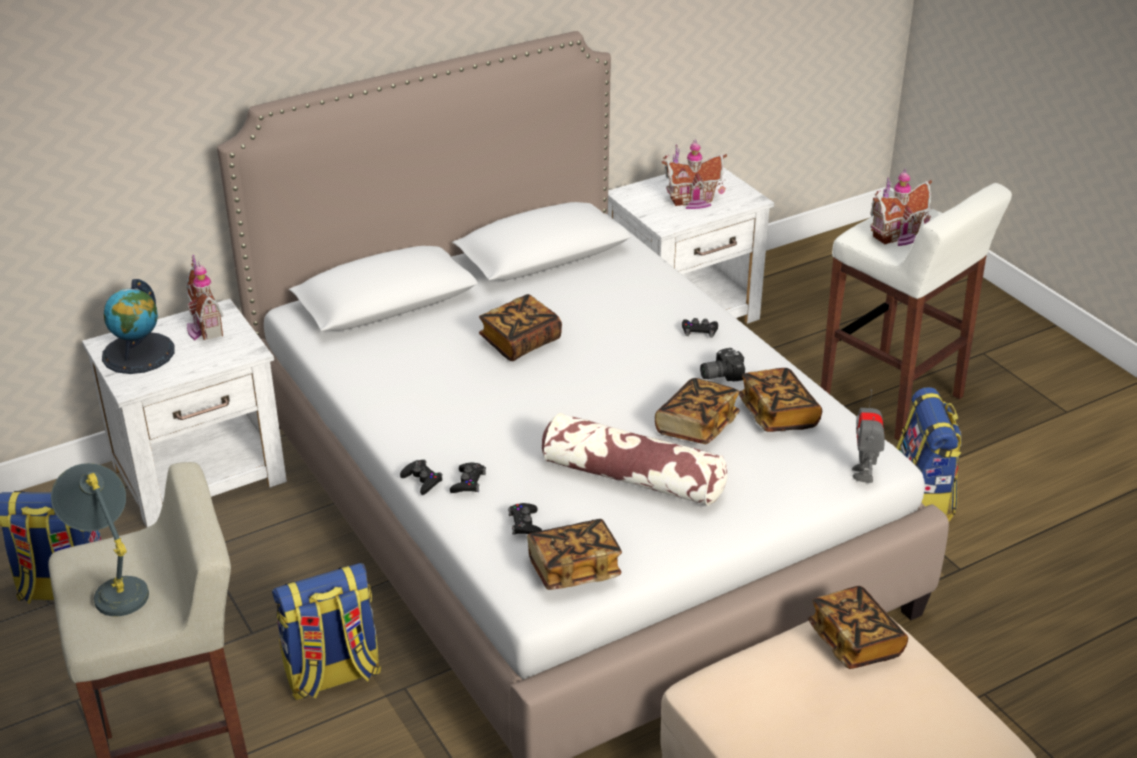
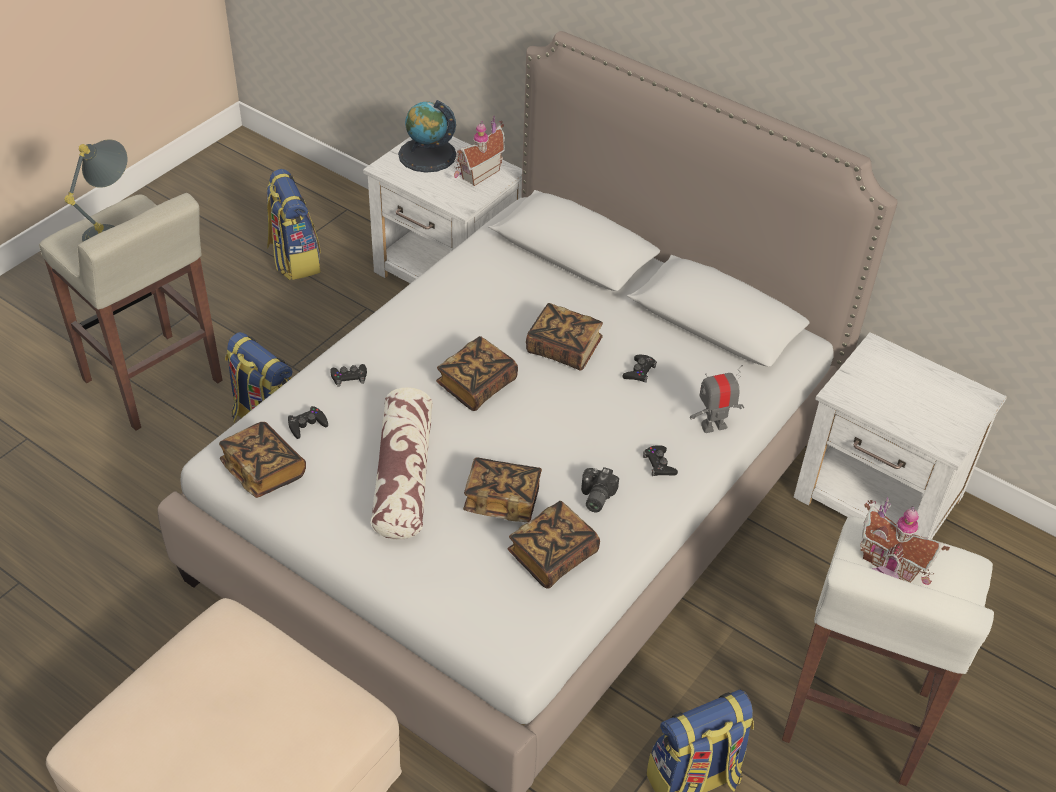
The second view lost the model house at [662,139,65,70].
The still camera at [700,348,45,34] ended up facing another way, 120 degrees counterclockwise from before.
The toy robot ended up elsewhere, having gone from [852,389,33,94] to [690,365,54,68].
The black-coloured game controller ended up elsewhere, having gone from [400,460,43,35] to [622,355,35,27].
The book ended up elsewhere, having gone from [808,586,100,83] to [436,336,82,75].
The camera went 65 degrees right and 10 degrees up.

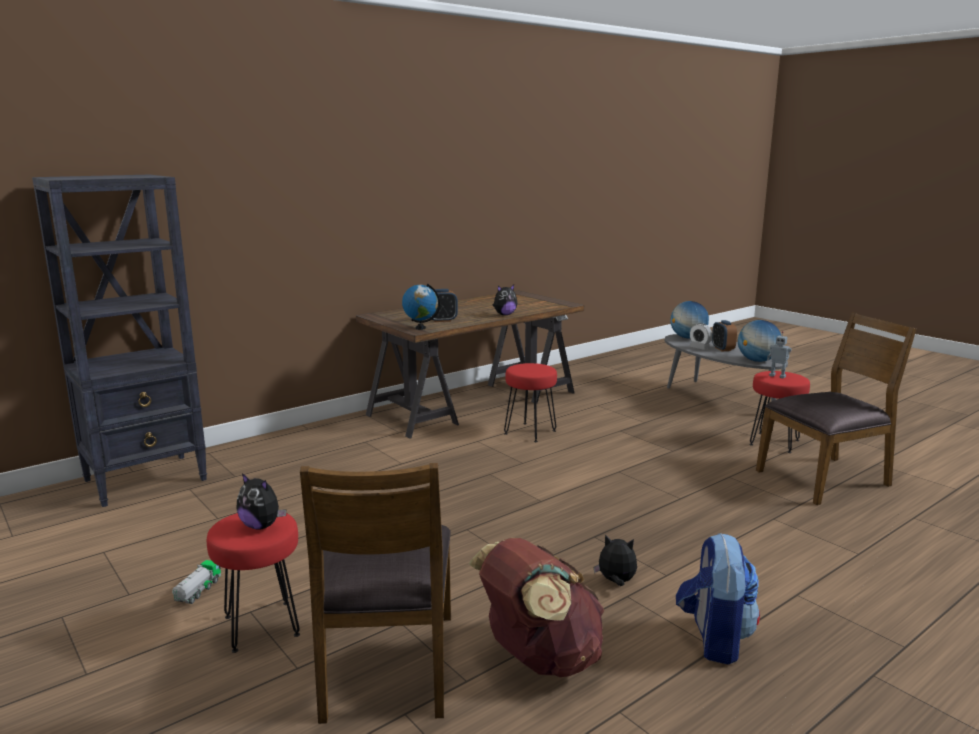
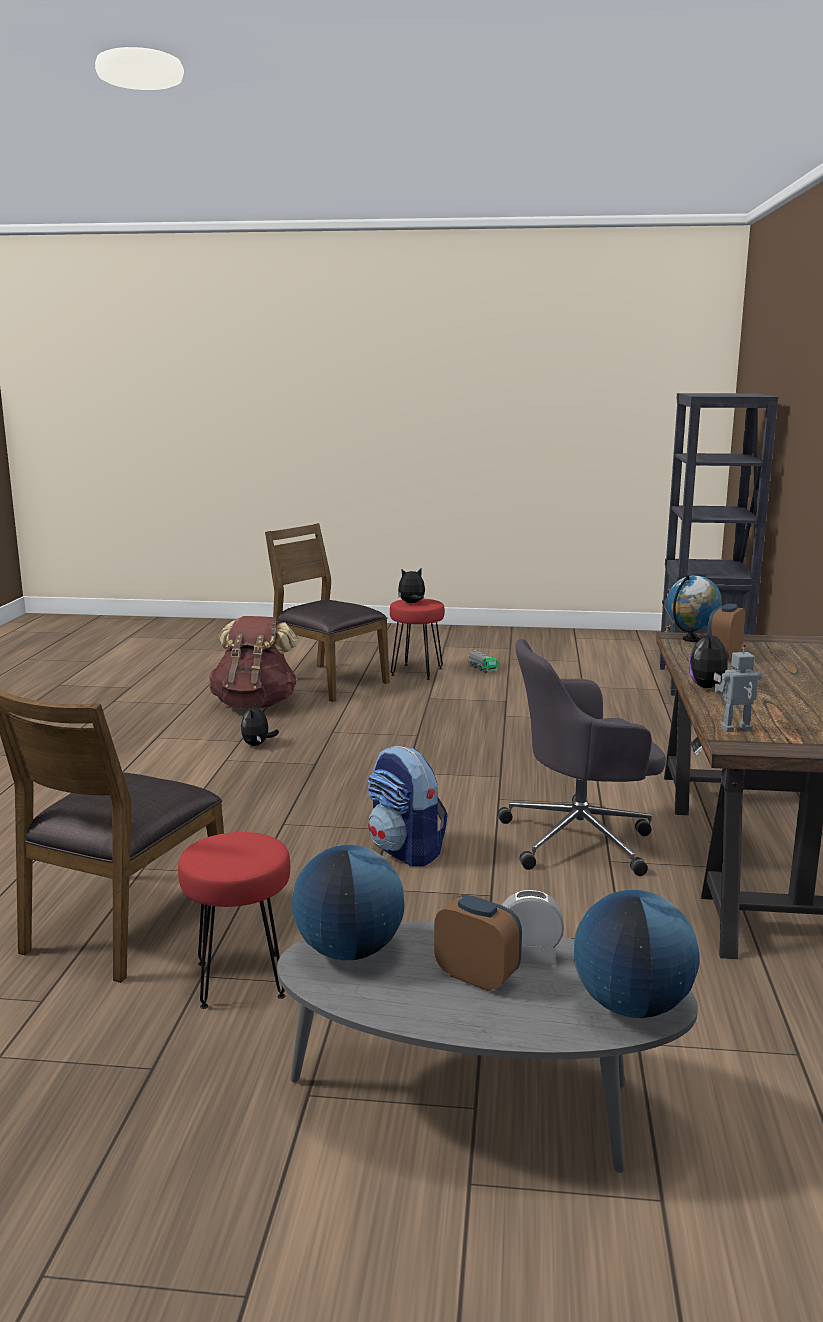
The toy robot ended up elsewhere, having gone from [767,331,25,48] to [714,643,47,89].
Where the red stool seat stood at [504,363,53,79], the greyish computer chair came to stand at [497,639,169,237].
The rucksack ended up elsewhere, having gone from [676,533,84,131] to [367,746,81,121].
The plush toy at [594,535,43,51] ended up facing another way, 120 degrees clockwise from before.
The camera went 135 degrees right and 0 degrees up.

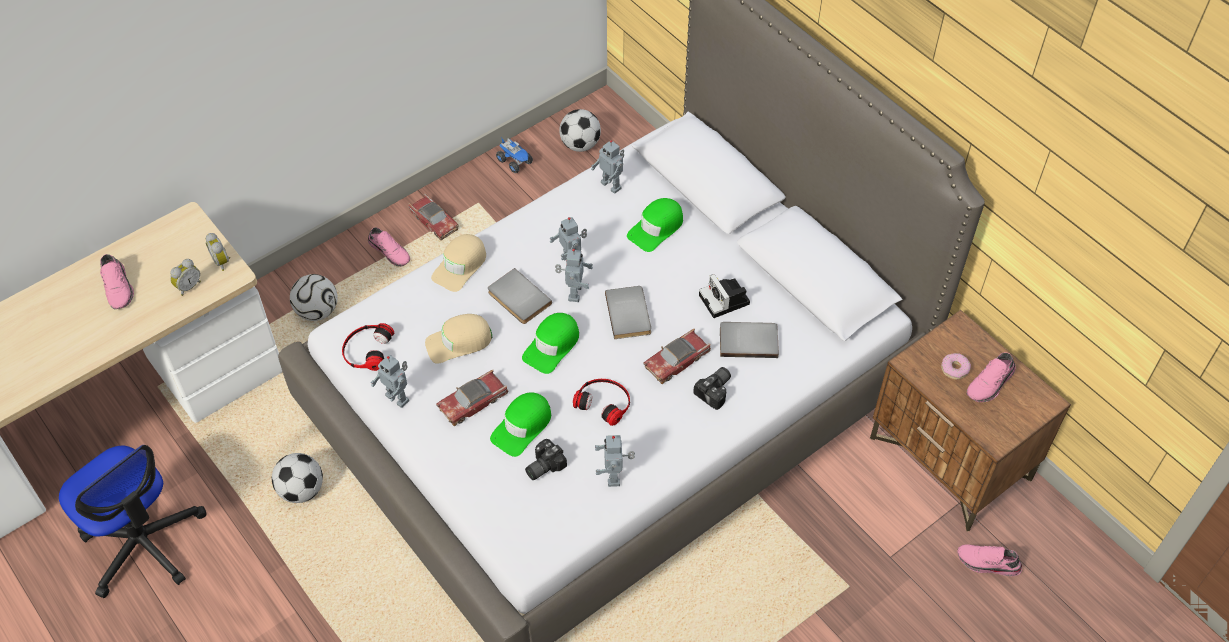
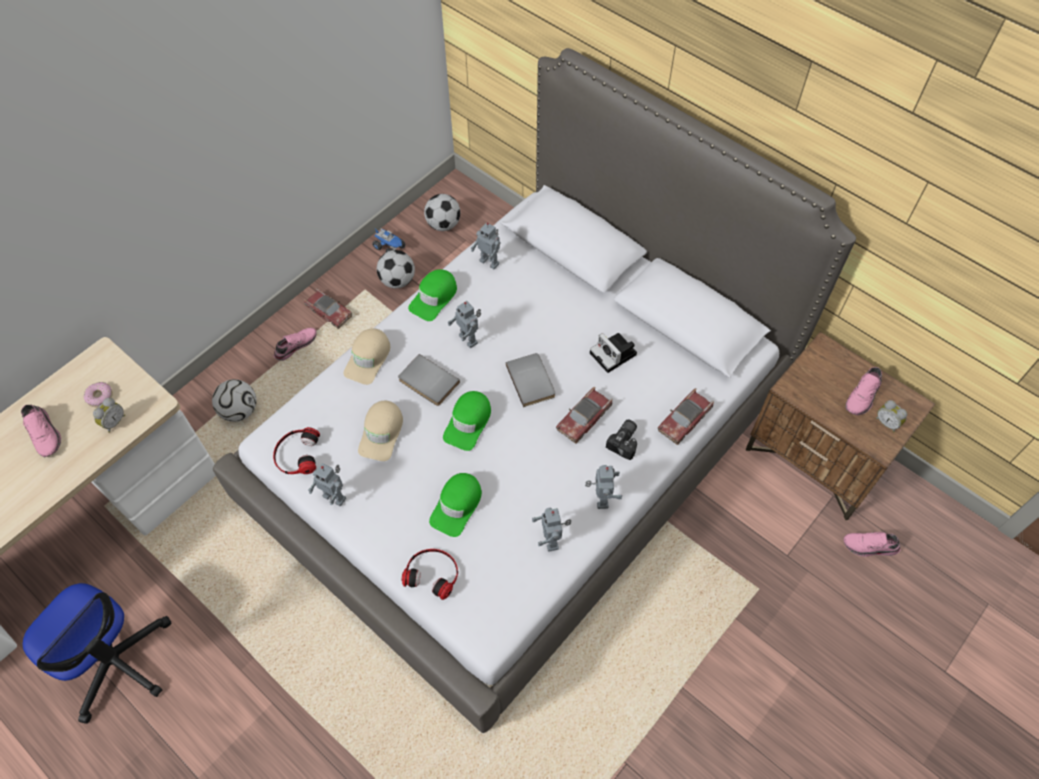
The green-coloured baseball cap ended up elsewhere, having gone from [627,198,56,54] to [408,269,49,52].
The pink-coloured low shoe at [368,227,42,40] ended up facing another way, 75 degrees counterclockwise from before.
The alarm clock ended up elsewhere, having gone from [206,233,24,38] to [876,400,31,32].
The toy robot ended up elsewhere, having gone from [555,249,38,53] to [585,465,37,44].
The beige-coloured baseball cap at [425,314,67,50] ended up facing another way, 45 degrees counterclockwise from before.
The second view lost the greyish book at [720,322,59,36].
The ring doughnut ended up elsewhere, having gone from [941,353,30,27] to [84,382,29,26].
The miniature car ended up elsewhere, having gone from [436,370,73,56] to [658,388,56,57].
The pair of headphones ended up elsewhere, having gone from [573,379,57,47] to [402,549,56,51].
The second view lost the still camera at [525,439,42,41].
The ball for football ended up elsewhere, having gone from [272,453,51,50] to [377,250,38,38].
The camera went 10 degrees left and 5 degrees up.

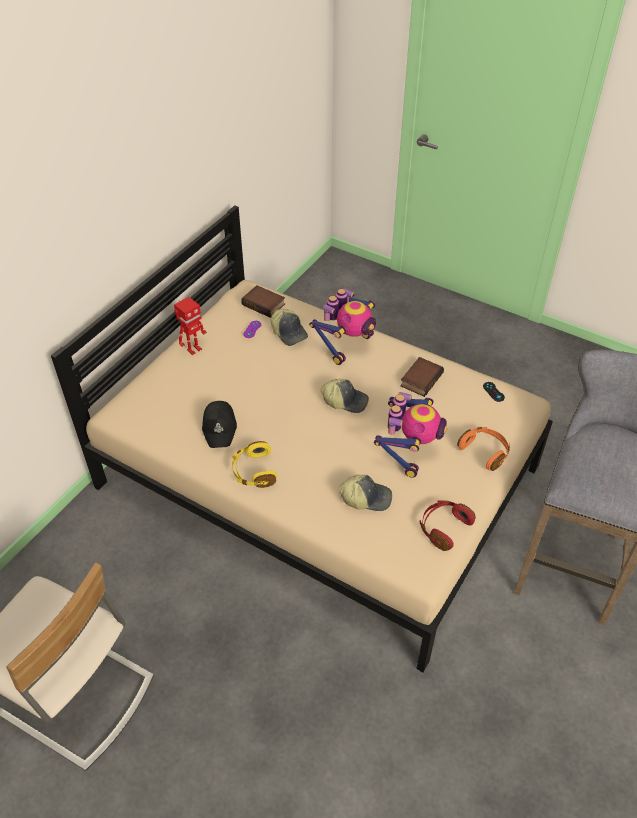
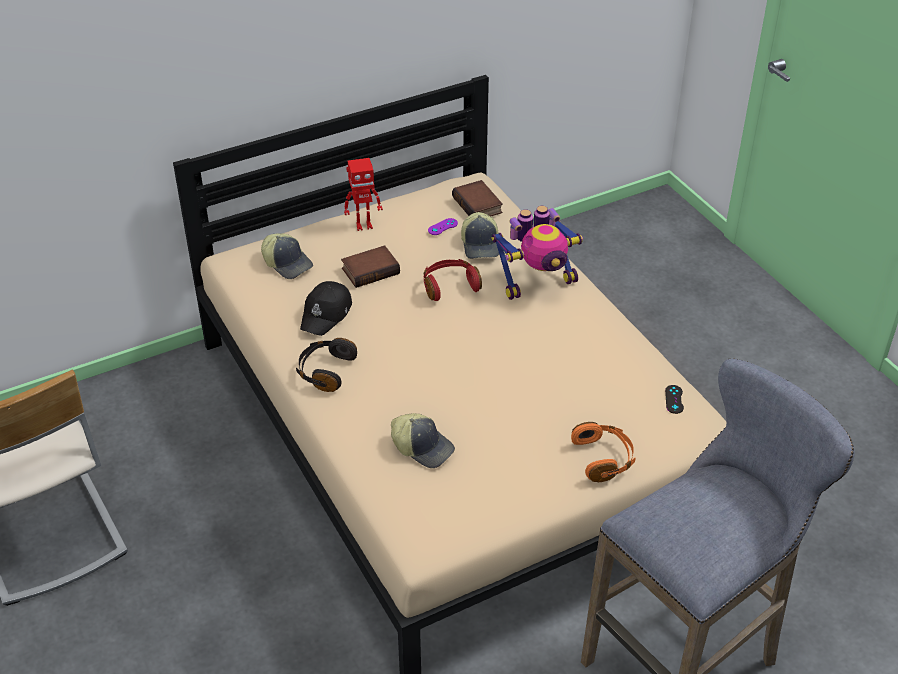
The book ended up elsewhere, having gone from [400,357,44,40] to [341,245,59,43].
The baseball cap ended up elsewhere, having gone from [321,379,48,34] to [261,234,52,45].
The second view lost the toy robot at [374,392,73,86].
What was the yellow pair of headphones at [232,441,45,47] turned into the black-coloured pair of headphones at [296,338,61,54].
The red pair of headphones ended up elsewhere, having gone from [420,500,56,51] to [424,259,58,42].
The camera went 30 degrees right and 5 degrees down.

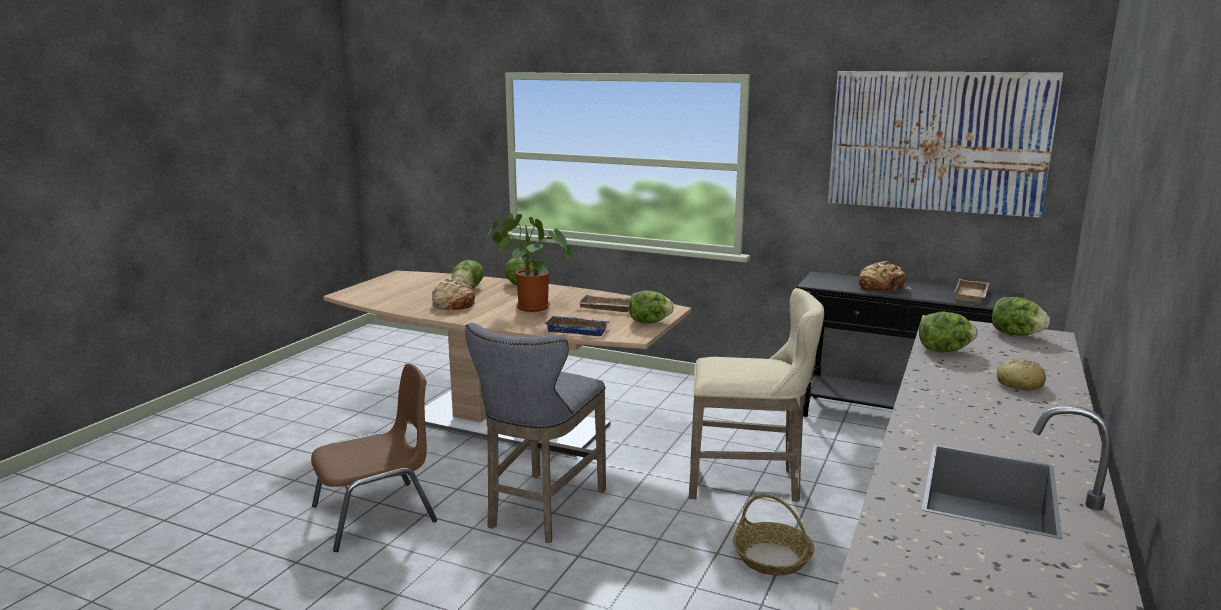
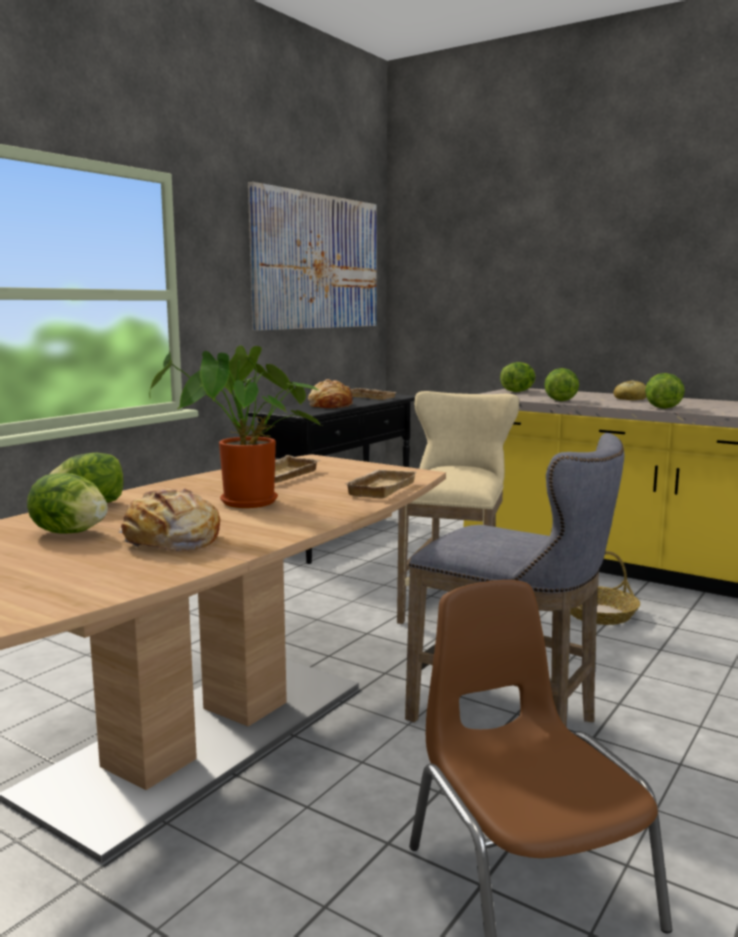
The head of lettuce ended up elsewhere, having gone from [629,290,45,33] to [645,373,40,36].
What was the bluish carrying tray at [544,316,66,20] turned into the beige-coloured carrying tray at [345,470,72,28].
The camera went 80 degrees left and 5 degrees down.

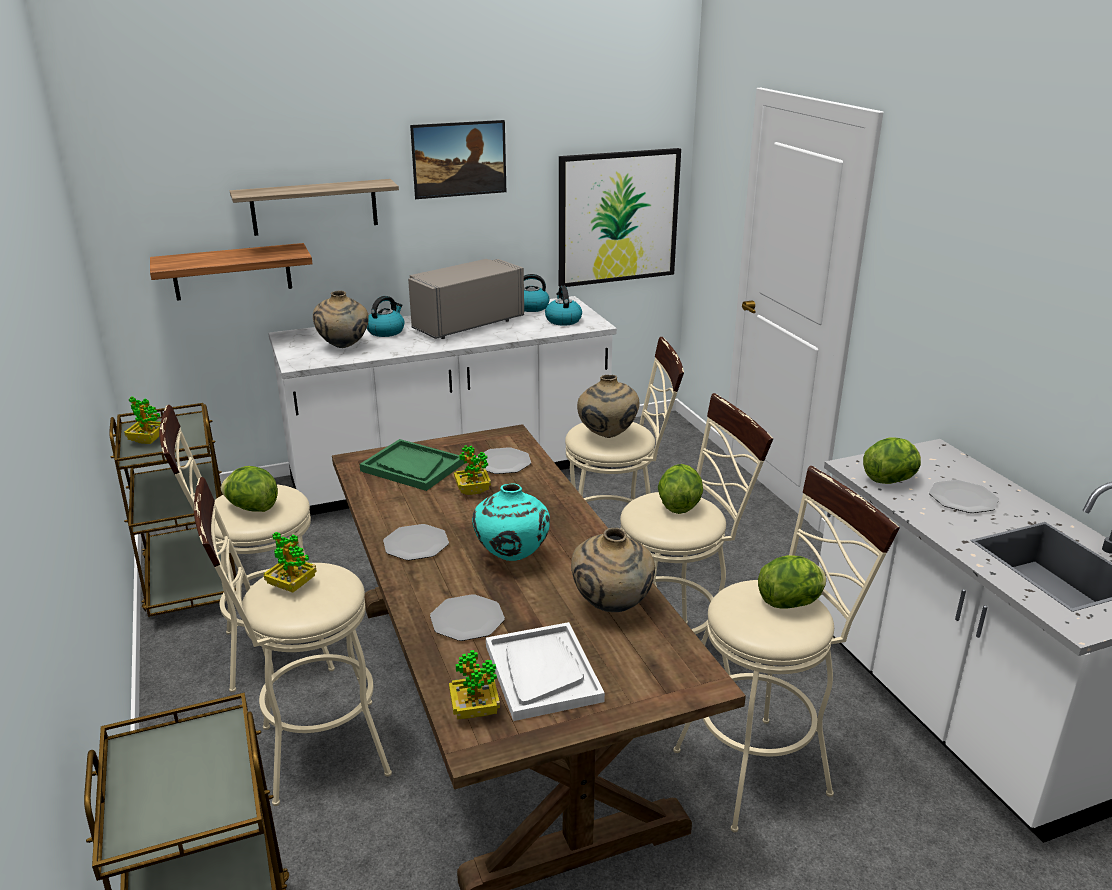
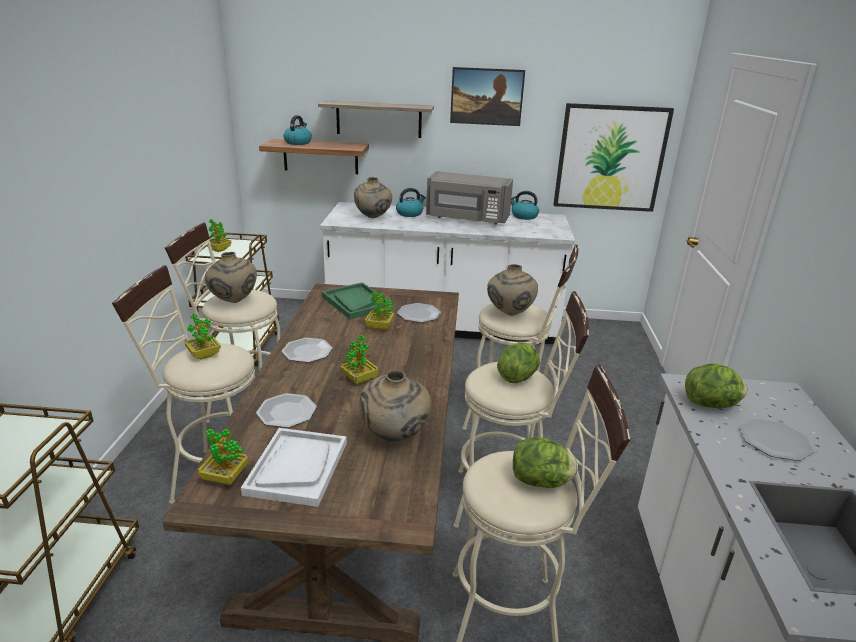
The greyish kitchen microwave at [408,259,116,80] ended up facing another way, 150 degrees counterclockwise from before.
The kettle ended up elsewhere, having gone from [545,286,37,40] to [283,115,29,30].
Where the head of lettuce stood at [221,466,57,46], the beige-coloured flower vase came to stand at [205,252,52,51].
Where the blue-green flower vase stood at [472,483,78,78], the plant in a pot came to stand at [340,335,38,49].
The camera went 25 degrees right and 0 degrees up.

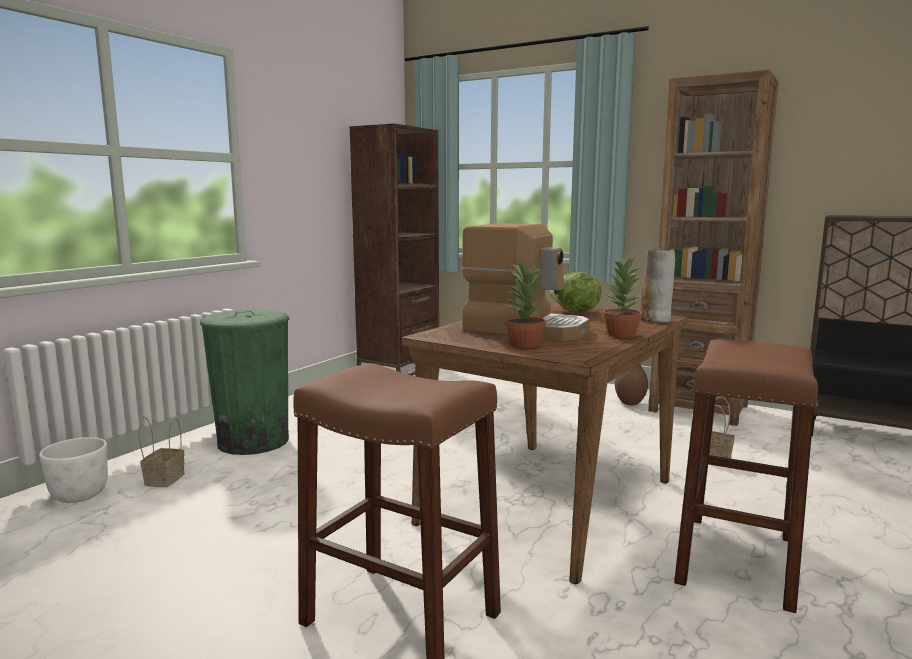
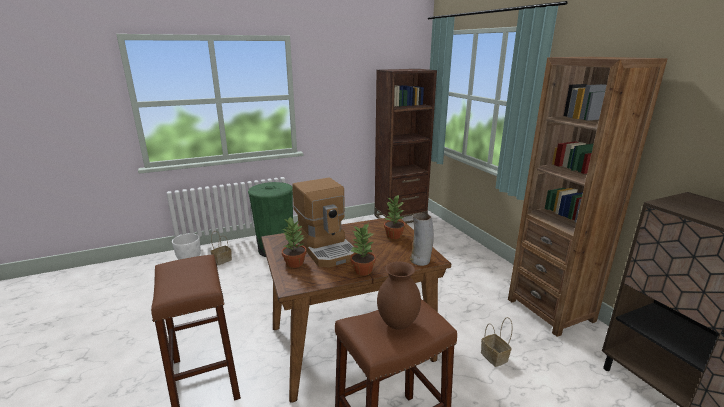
Where the head of lettuce stood at [550,272,51,40], the plant in a pot came to stand at [384,195,21,44].
The brownish flower vase ended up elsewhere, having gone from [615,364,33,41] to [377,261,44,69].
The camera went 35 degrees right and 10 degrees up.

